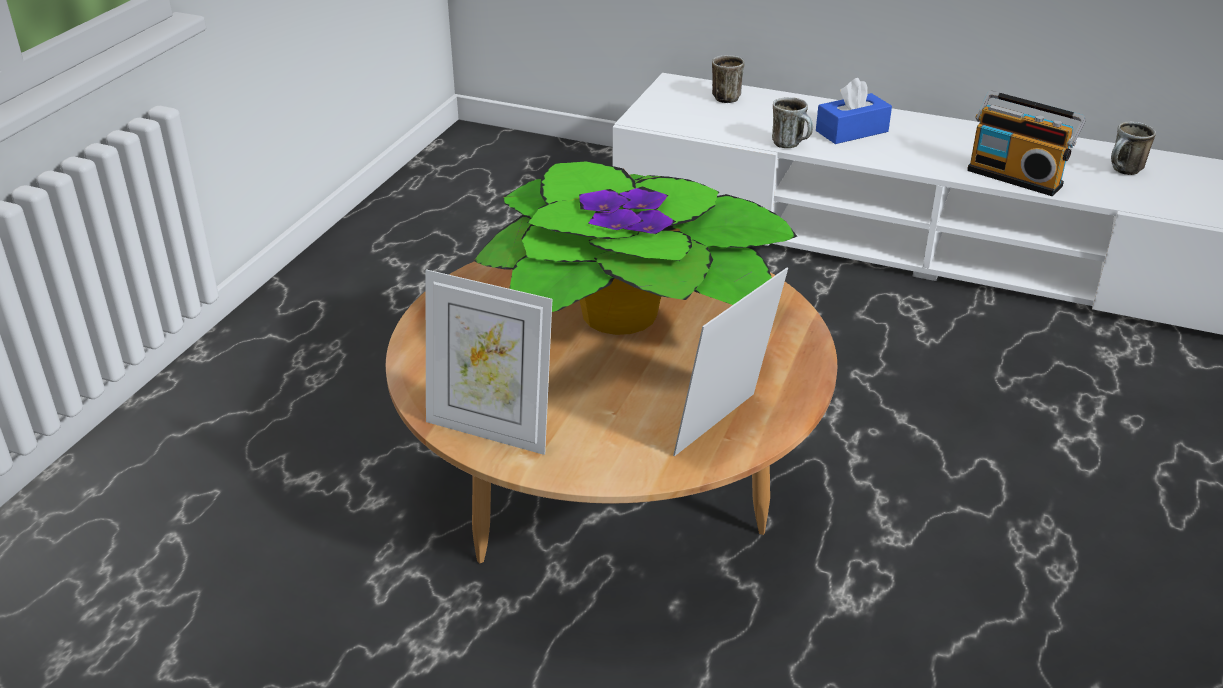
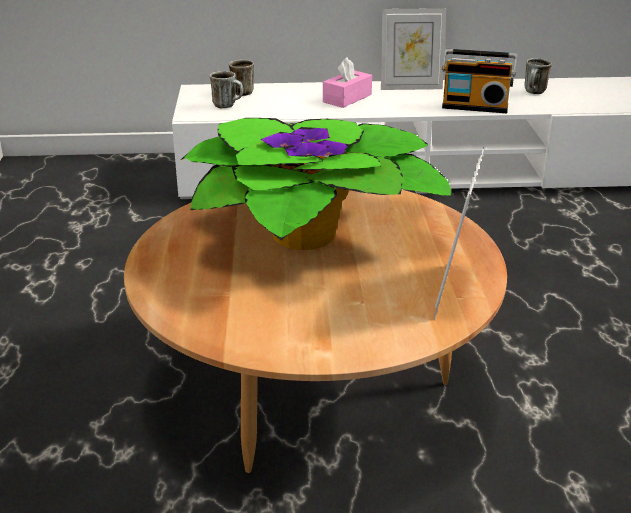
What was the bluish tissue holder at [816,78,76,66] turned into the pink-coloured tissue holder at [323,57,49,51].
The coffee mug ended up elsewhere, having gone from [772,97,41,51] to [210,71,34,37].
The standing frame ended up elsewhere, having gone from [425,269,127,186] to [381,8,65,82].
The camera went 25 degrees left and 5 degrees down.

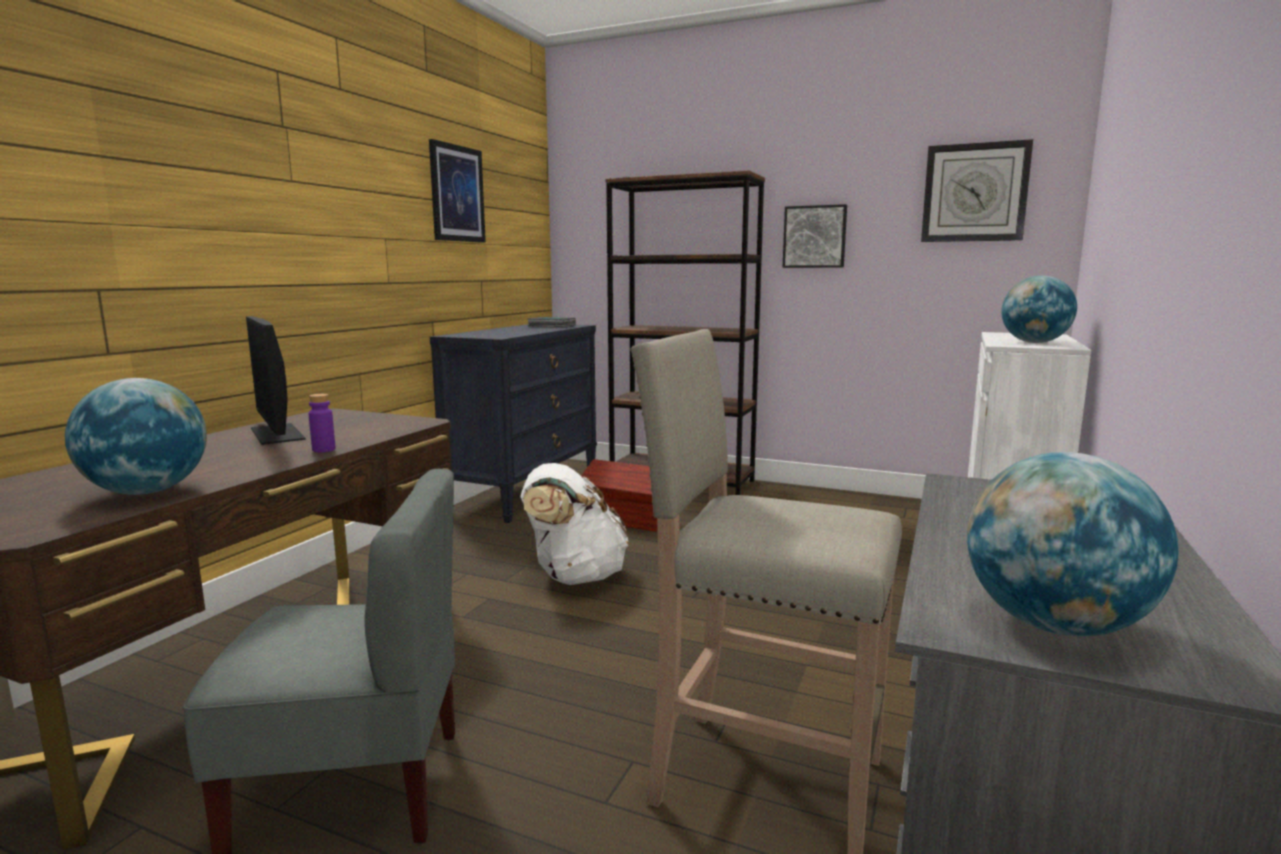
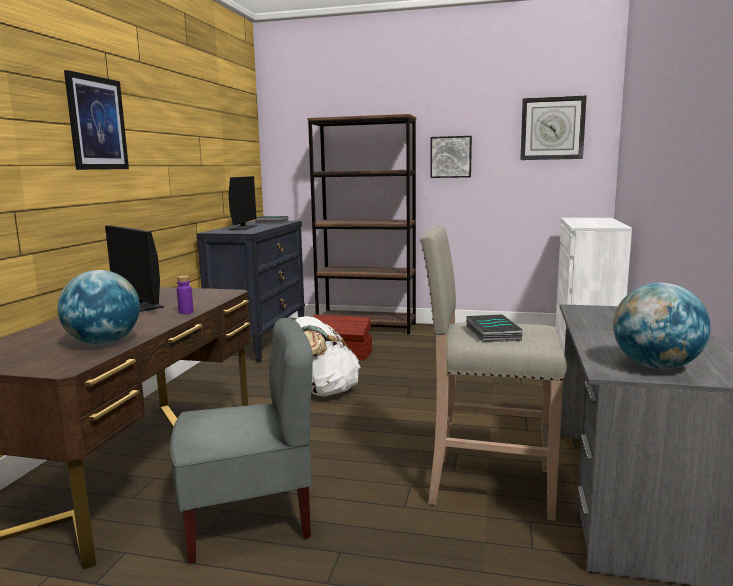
The picture ended up elsewhere, having gone from [429,139,57,104] to [64,70,65,100].
The second view lost the desk globe at [1001,276,76,67].
The second view gained the computer display at [228,176,29,54].
The second view gained the book at [466,315,57,27].
The camera went 10 degrees left and 0 degrees up.

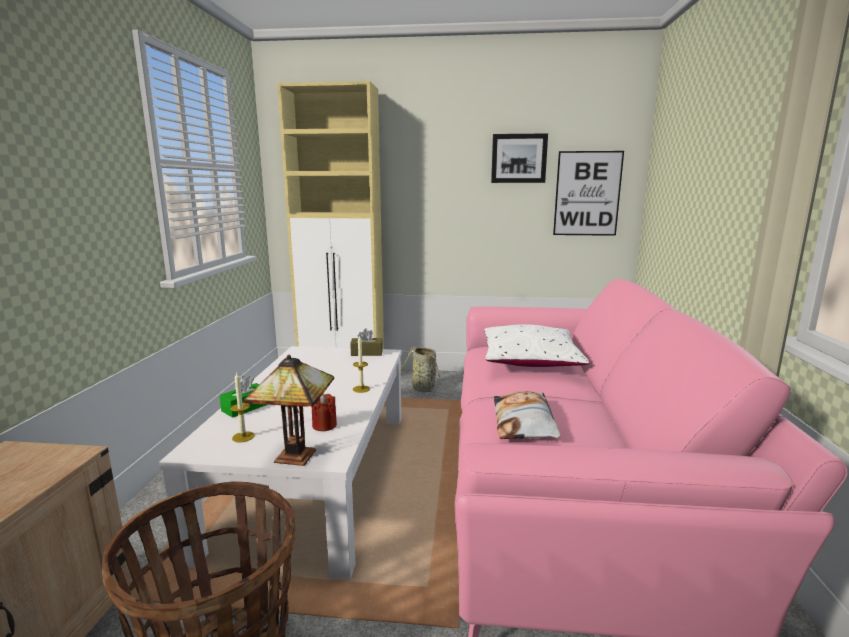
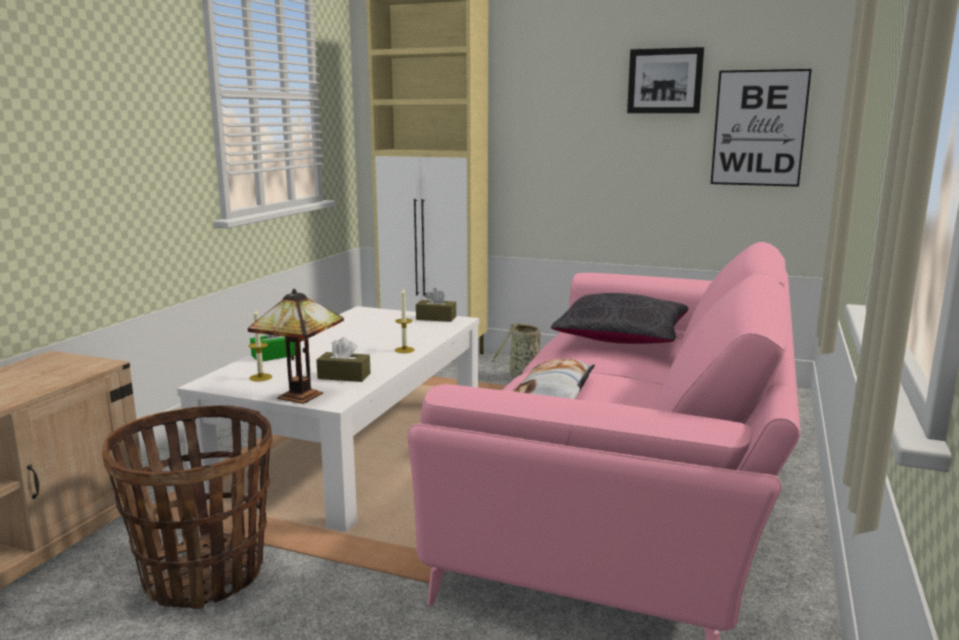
What was the white pillow at [485,324,104,43] turned into the black-coloured pillow at [551,293,138,51].
Where the red wax light stood at [312,394,25,37], the brownish tissue holder came to stand at [316,337,55,45].
The camera went 15 degrees right and 0 degrees up.

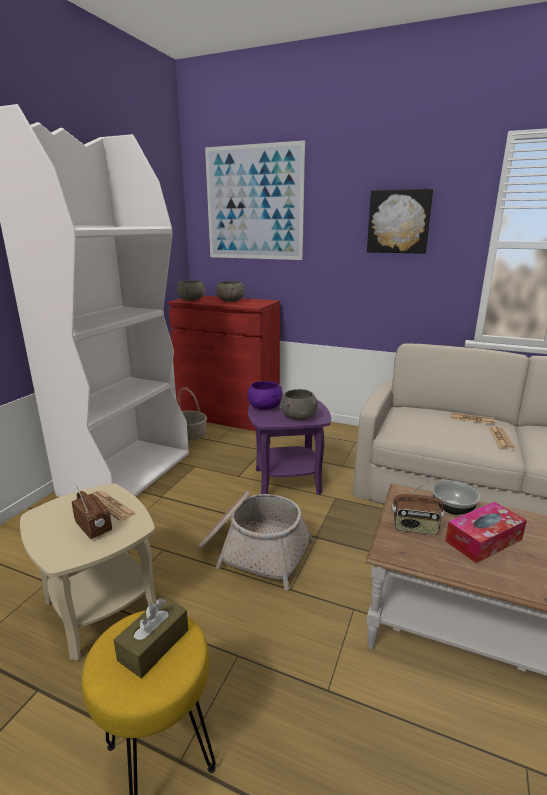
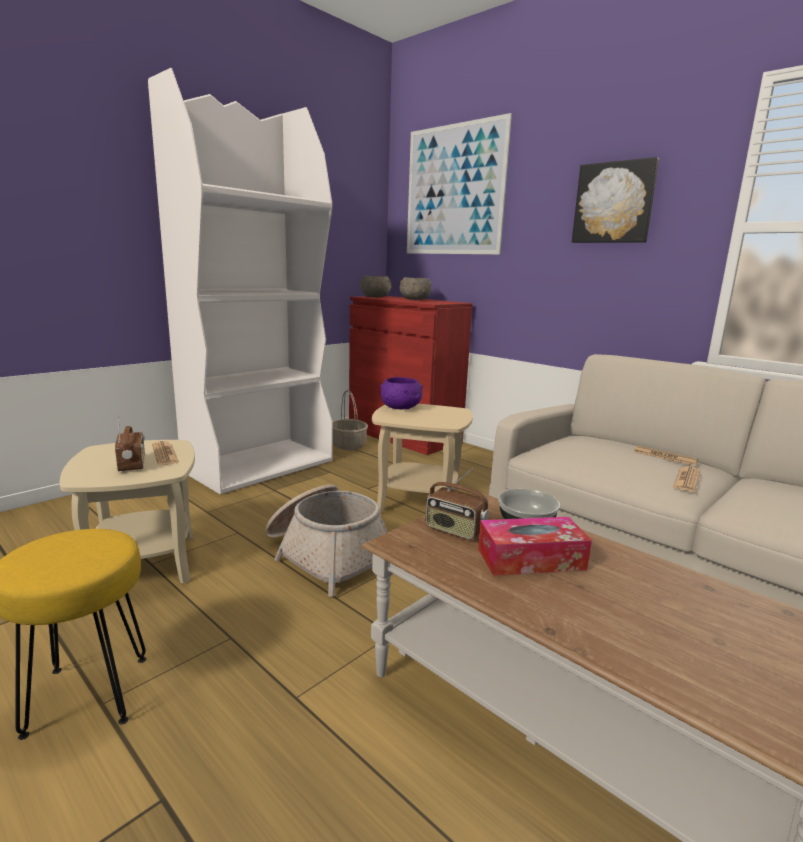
The second view lost the greyish bowl at [280,389,38,31].
What was the purple end table at [248,400,83,95] turned into the beige-coloured end table at [372,404,101,109].
The second view lost the brownish tissue holder at [114,596,74,82].
The camera went 20 degrees right and 5 degrees down.

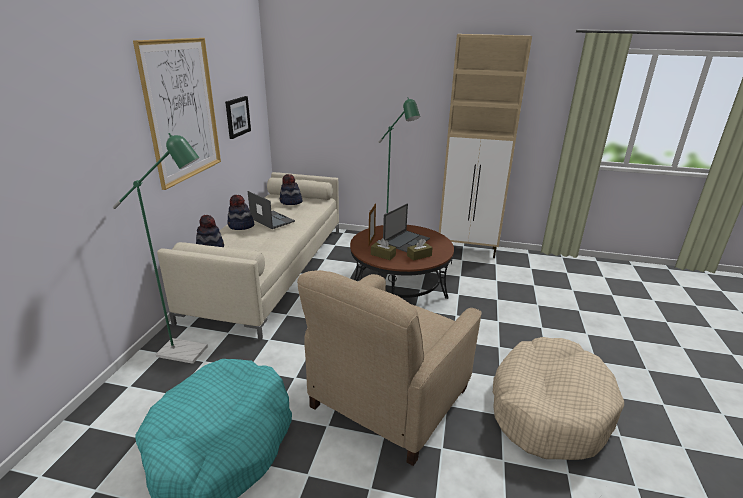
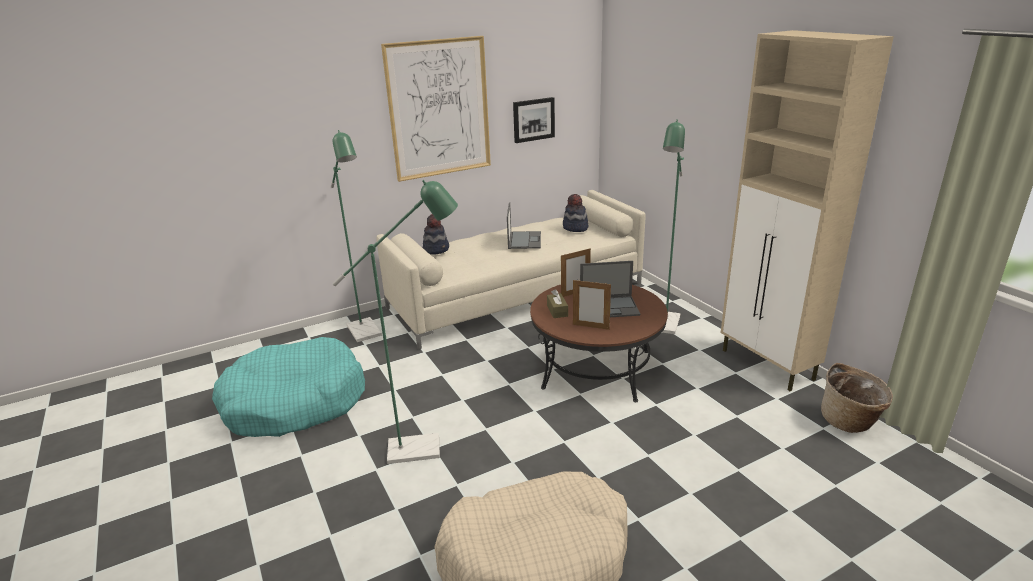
The second view lost the clothing hat at [227,195,27,35].
Where the brownish tissue holder stood at [407,239,26,22], the standing frame came to stand at [573,280,38,50].
Where the beige-coloured easy chair stood at [297,270,185,196], the green-coloured floor lamp came to stand at [332,180,126,284].
The second view gained the storage basket at [821,363,72,70].
The camera went 50 degrees right and 0 degrees up.

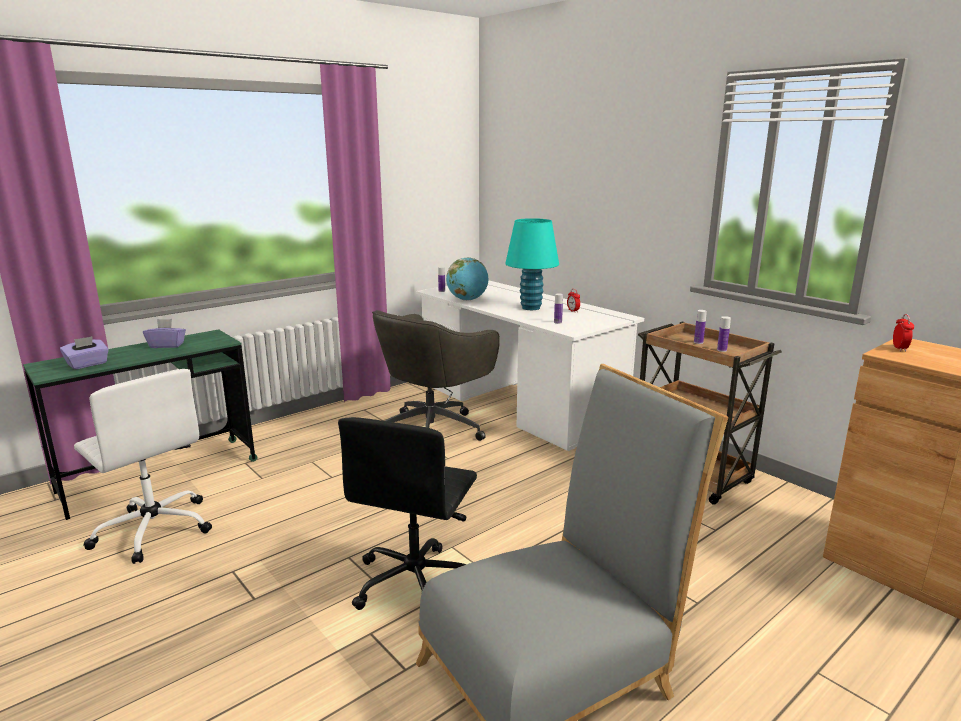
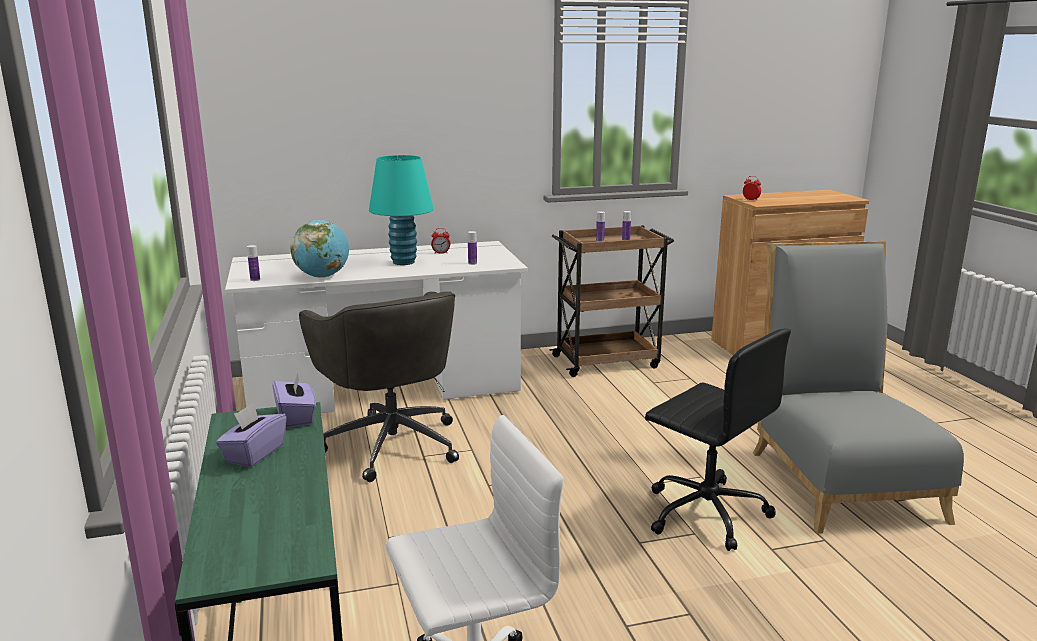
The purple tissue holder ended up elsewhere, having gone from [60,336,49,34] to [272,373,44,55].
The camera went 65 degrees left and 0 degrees up.

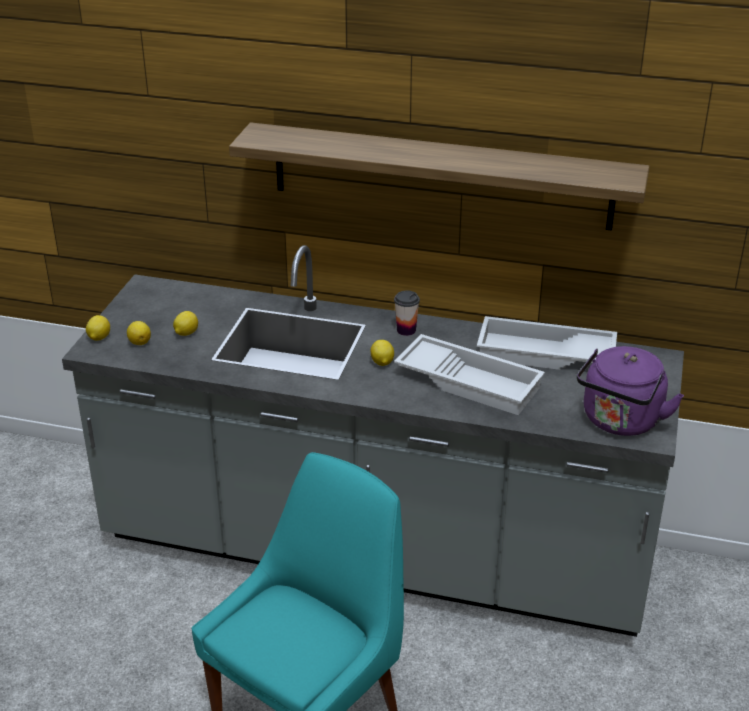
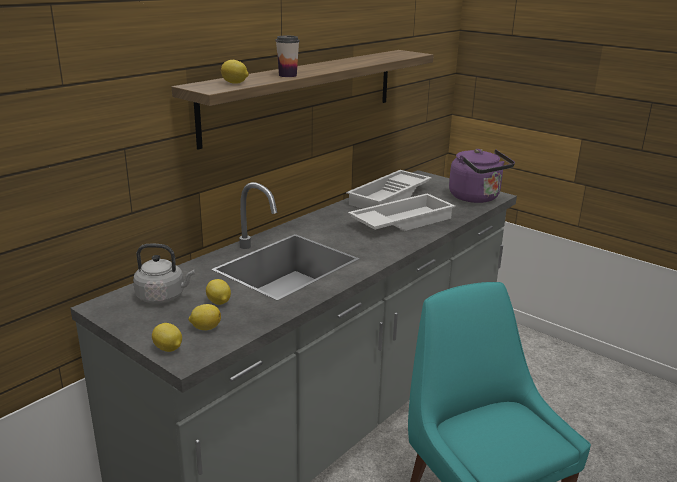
The cup ended up elsewhere, having gone from [394,290,26,46] to [276,36,24,41].
The lemon ended up elsewhere, having gone from [371,340,23,26] to [221,60,28,24].
The second view gained the greyish kettle at [133,244,62,60].
The camera went 65 degrees left and 10 degrees down.

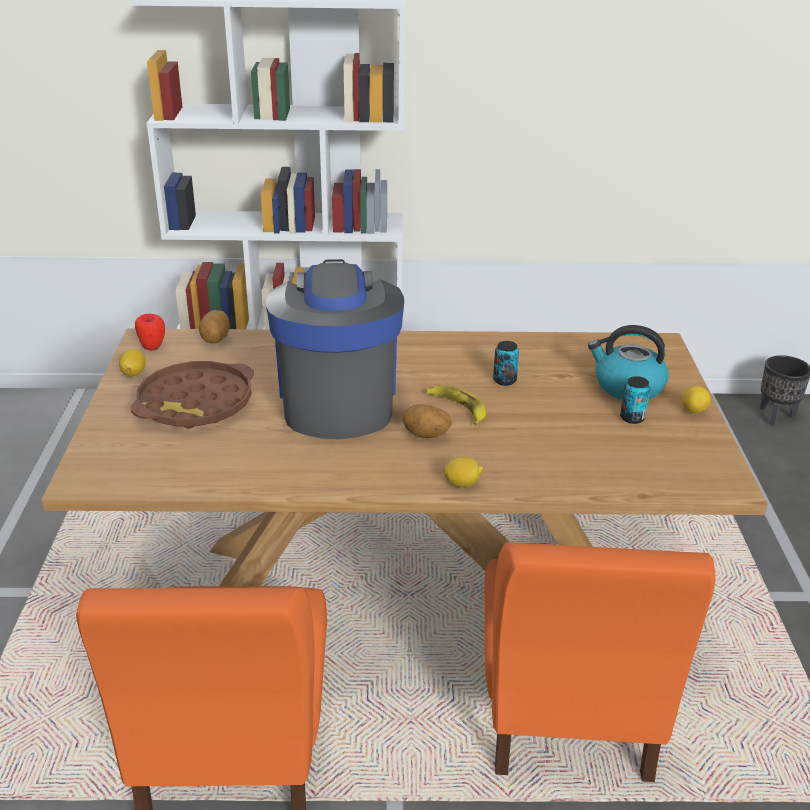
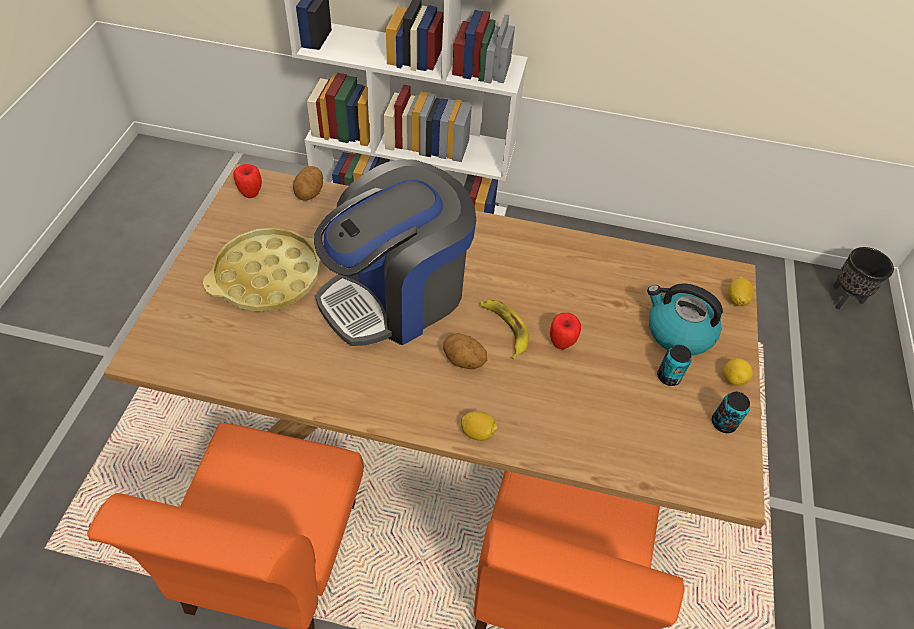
The coffee machine at [266,259,138,180] ended up facing another way, 135 degrees counterclockwise from before.
The metal can ended up elsewhere, having gone from [493,341,26,45] to [712,392,38,41].
The lemon ended up elsewhere, having gone from [119,349,27,27] to [728,277,26,29].
What was the brownish carrying tray at [131,361,123,67] turned into the yellow carrying tray at [203,228,121,83].
The second view gained the apple fruit at [550,313,31,36].
The camera went 10 degrees right and 20 degrees up.

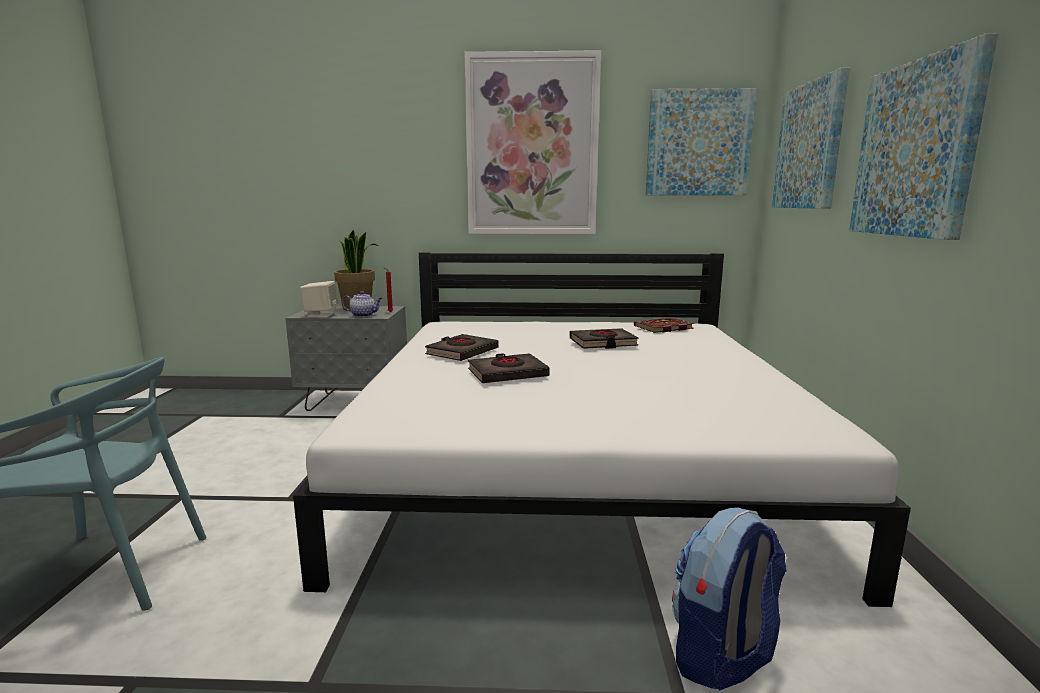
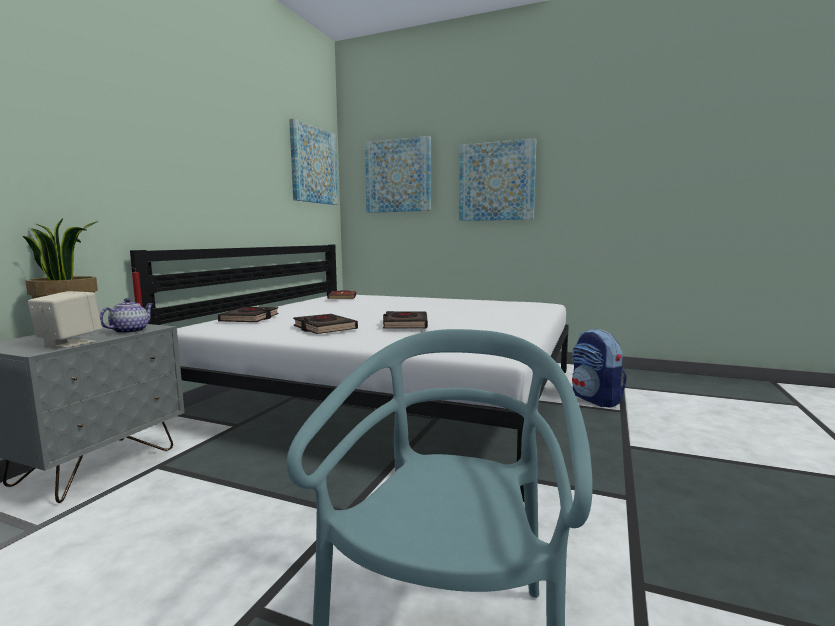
The second view lost the picture at [464,50,137,184].
The black-coloured book ended up elsewhere, having gone from [569,328,70,21] to [218,307,61,15].
The camera went 70 degrees left and 5 degrees down.

